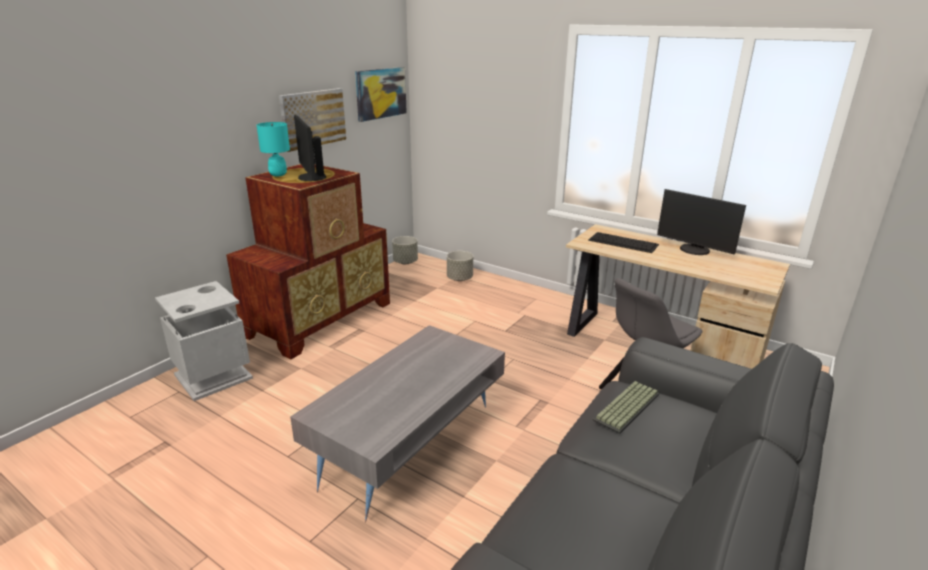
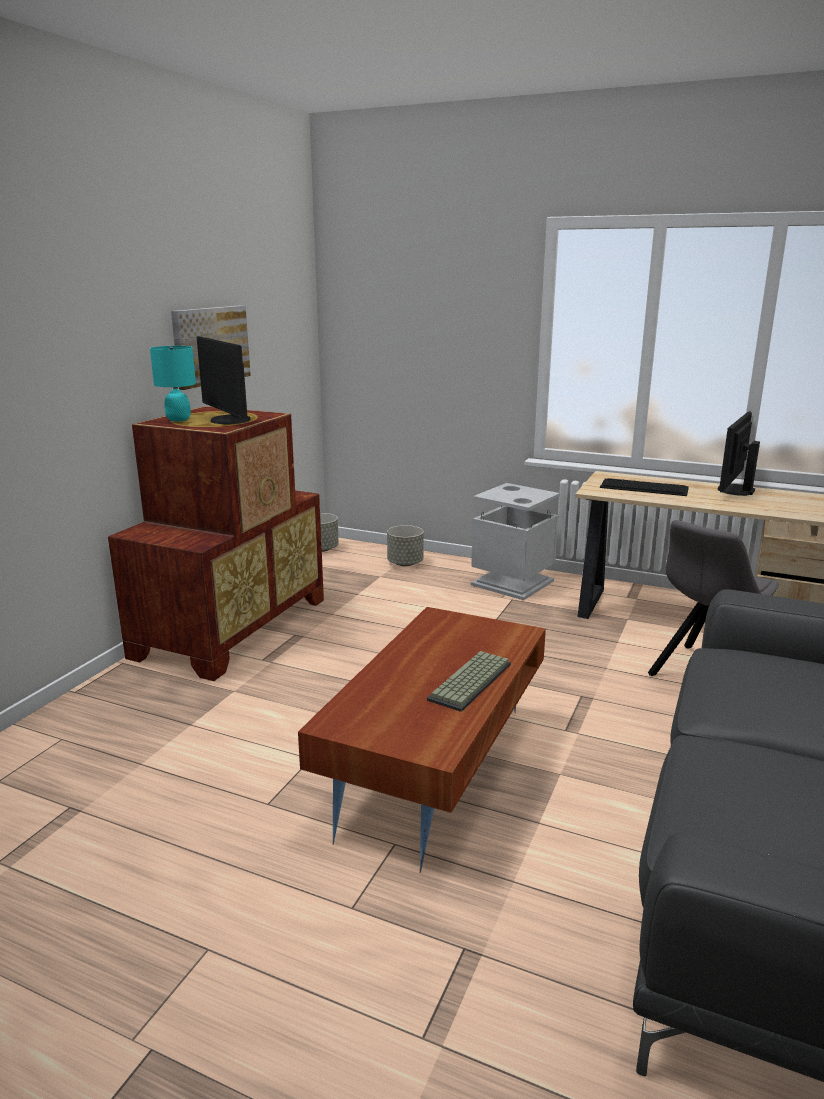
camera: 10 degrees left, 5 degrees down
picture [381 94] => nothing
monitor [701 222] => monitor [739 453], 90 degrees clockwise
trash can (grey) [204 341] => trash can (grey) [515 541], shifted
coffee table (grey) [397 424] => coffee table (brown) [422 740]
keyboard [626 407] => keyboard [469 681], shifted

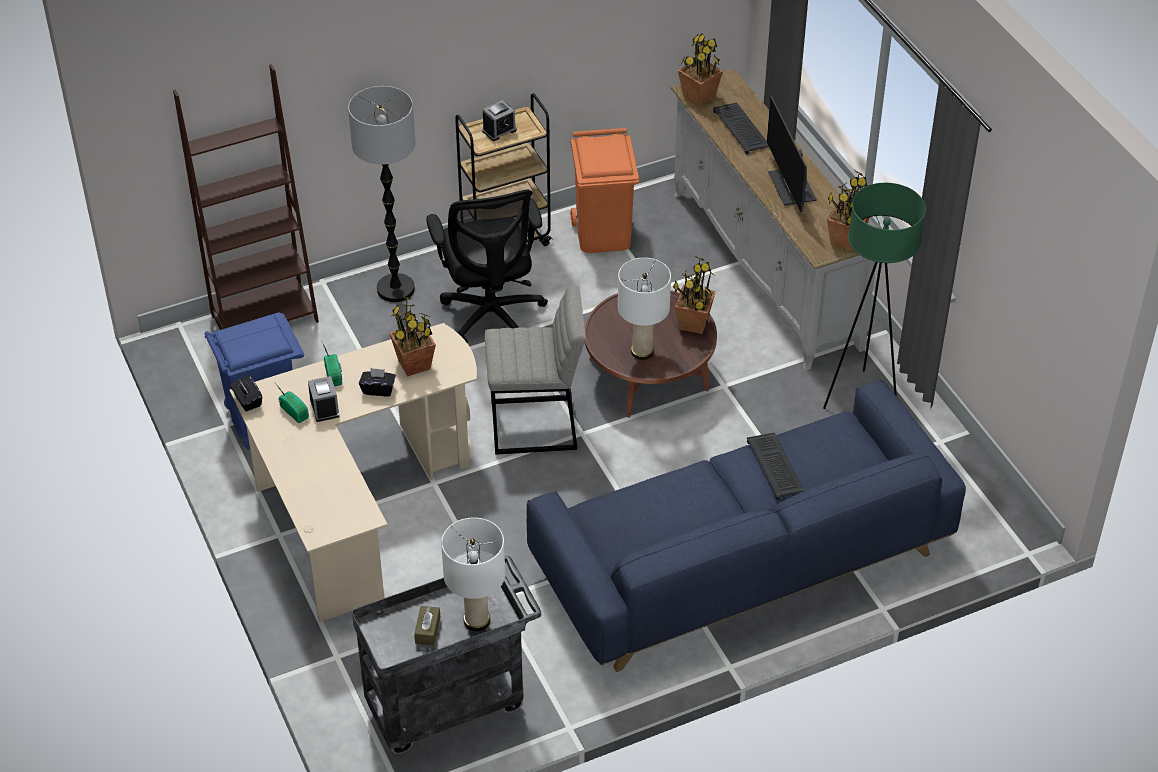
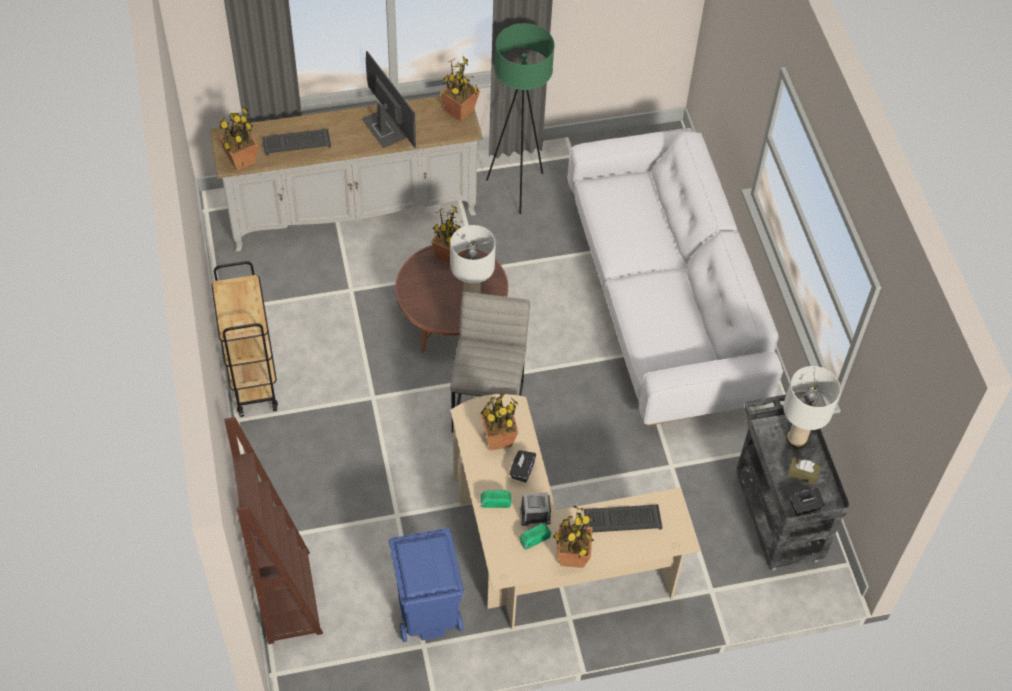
camera: 80 degrees left, 10 degrees up
floor lamp [381 194] => nothing
monitor [792 154] => monitor [389 99], 120 degrees counterclockwise
alarm clock [499 120] => nothing
trash can (orange) [604 190] => nothing
office chair (black) [487 266] => nothing
tissue box (black) [246 393] => tissue box (black) [807 502], shifted
sofa (blue) [746 526] => sofa (white) [675 277]
keyboard [776 466] => keyboard [623 518], shifted
nothing => potted plant [573 536]

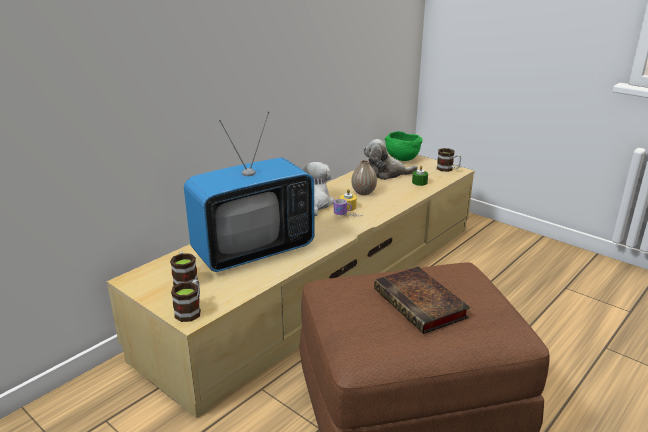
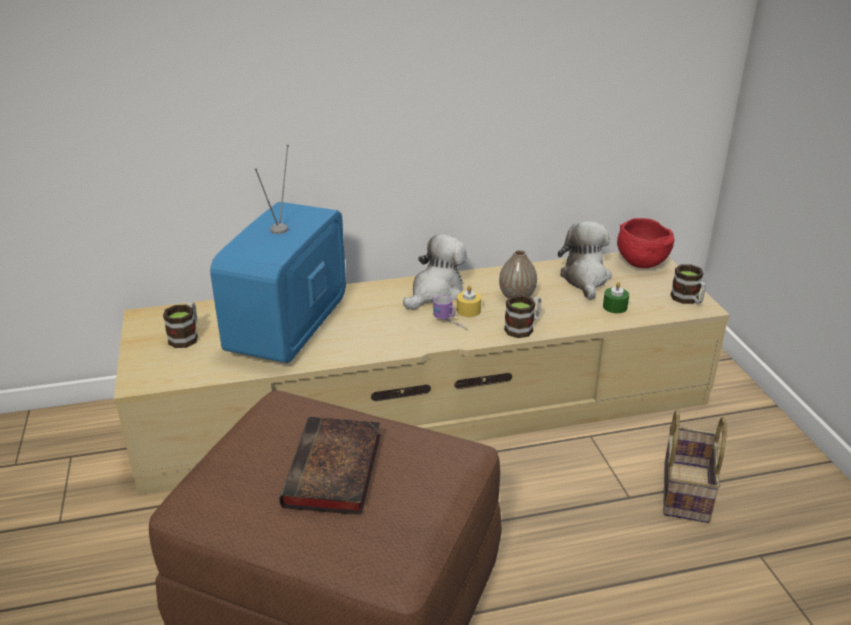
camera: 35 degrees right, 5 degrees up
television [249 192] => television [278 254], 105 degrees clockwise
bowl (green) [403 146] => bowl (red) [646 243]
plush toy [390 159] => plush toy [585 260], 60 degrees clockwise
mug [186 300] => mug [522 316], shifted
nothing => basket [695 466]

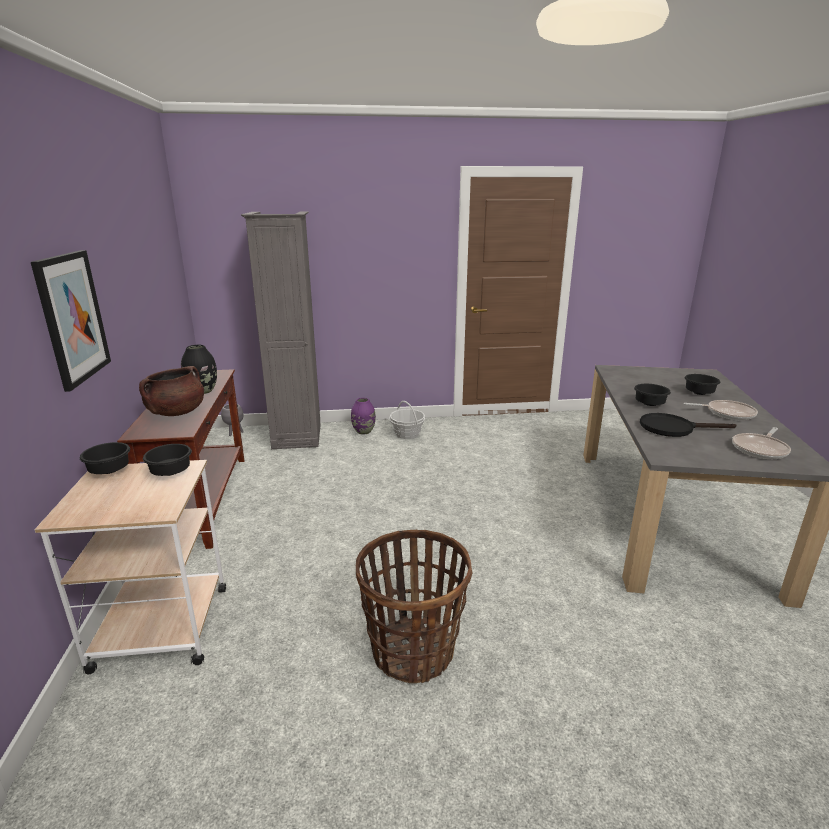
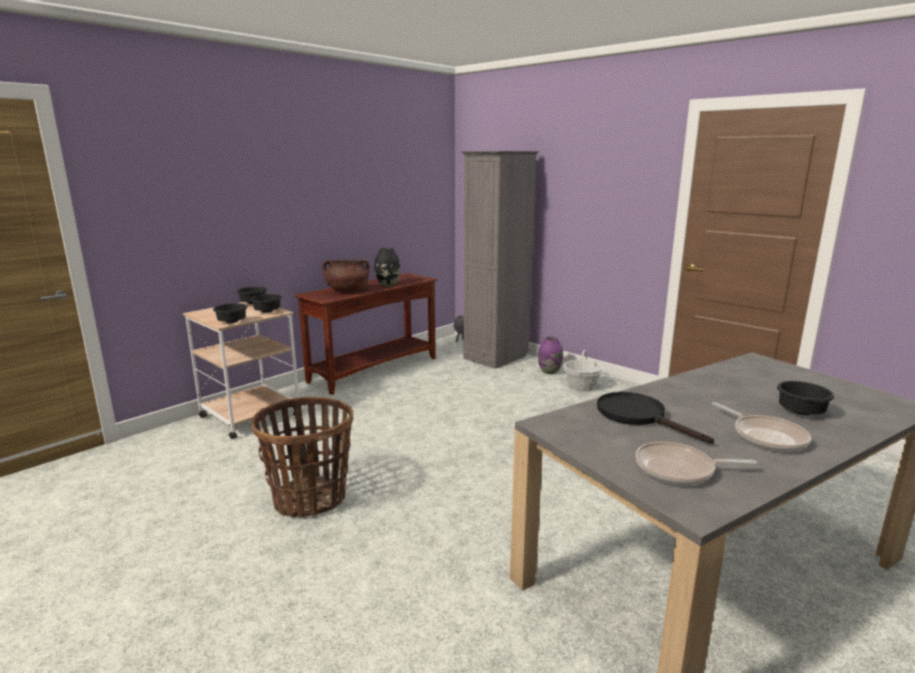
camera: 50 degrees right, 5 degrees down
picture [71 321] => nothing
bowl (black) [652 395] => bowl (black) [230 313], shifted

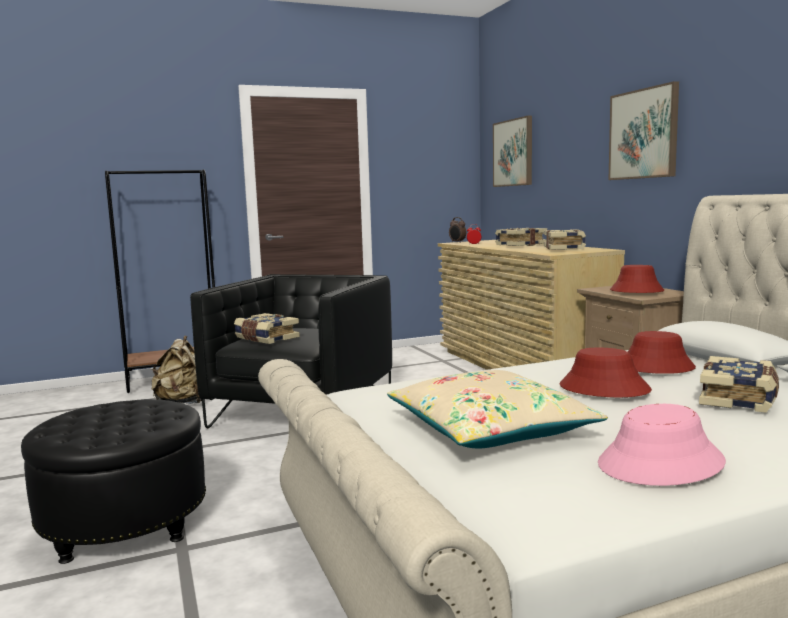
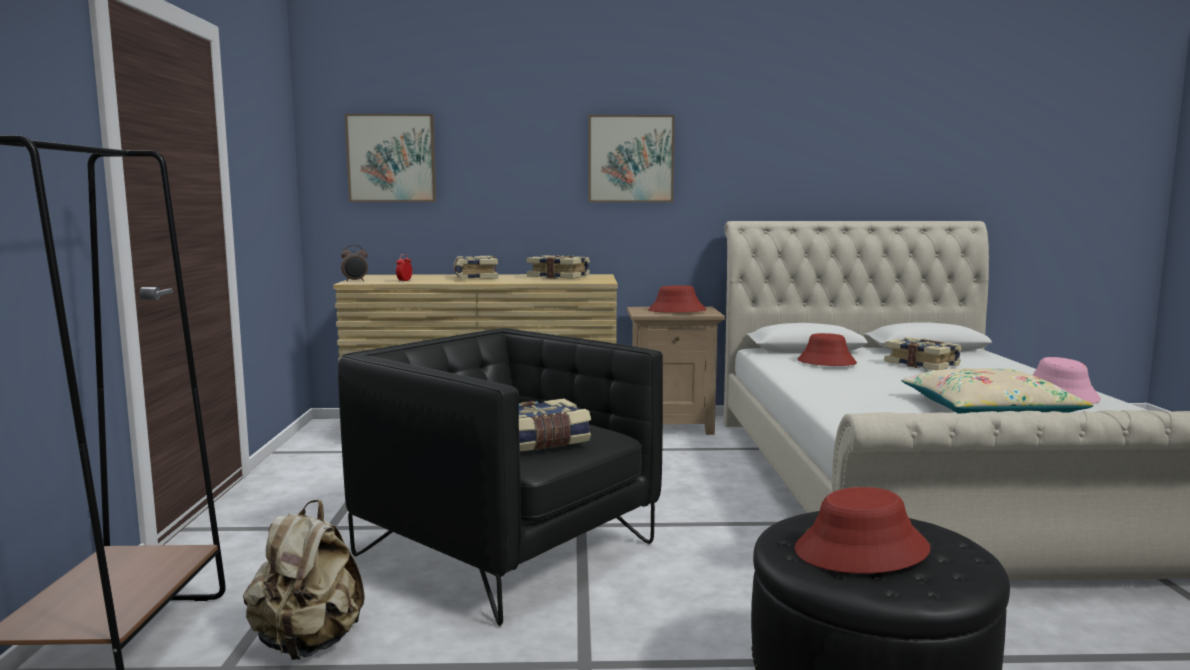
camera: 70 degrees left, 0 degrees up
hat (red) [606 372] => hat (red) [863 530], shifted

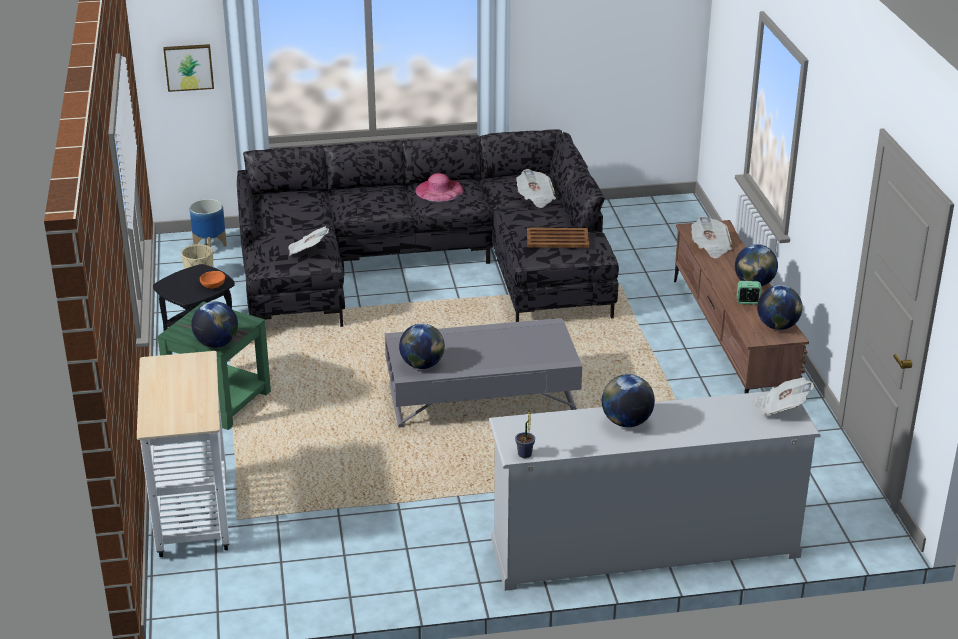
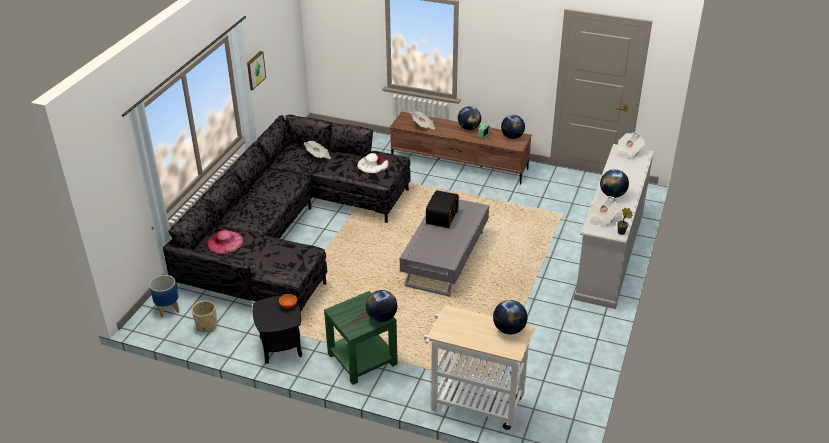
camera: 60 degrees left, 5 degrees up
picture [188 68] => picture [256 71], shifted
hat (pink) [440 187] => hat (pink) [225 241], shifted
newspaper [308 240] => newspaper [605 211], shifted
tray (brown) [558 238] => hat (white) [373 163]
globe [422 346] => globe [510 317], shifted
nothing => radio [442 209]

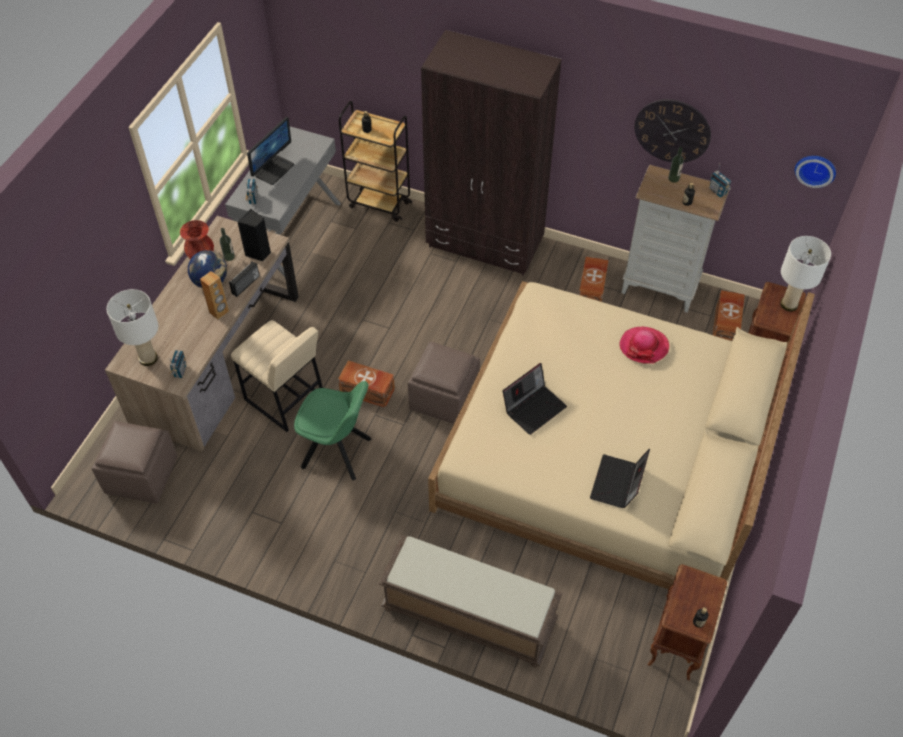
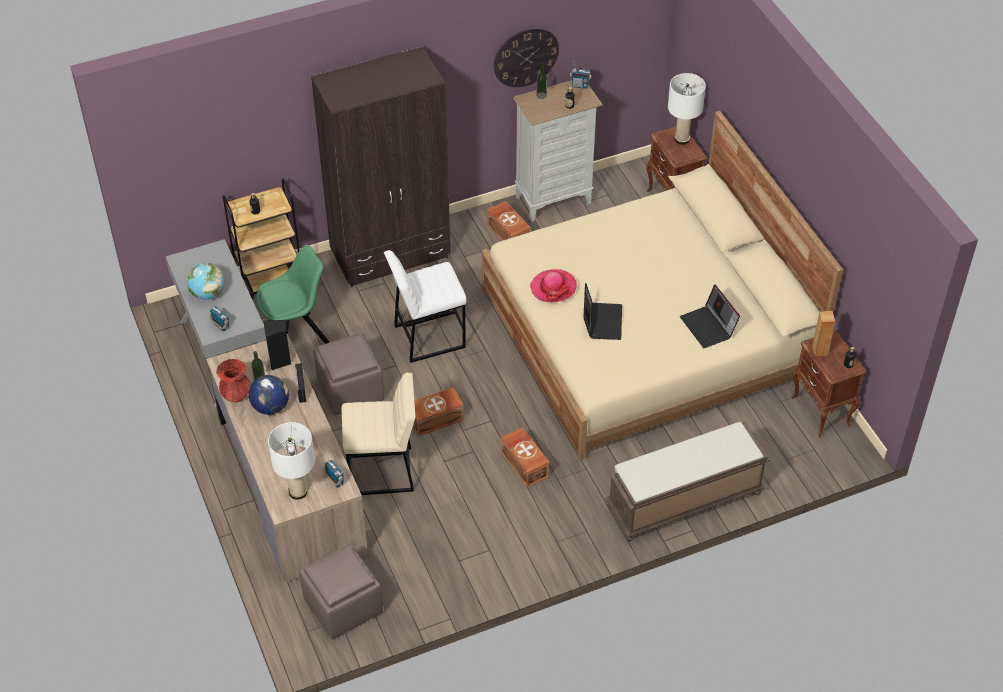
camera: 45 degrees left, 5 degrees down
monitor [270 151] => globe [205 281]
wall clock [815 172] => nothing
speaker (brown) [214 295] => speaker (brown) [823 333], shifted
storage box (brown) [729 315] => storage box (brown) [525 457], shifted
hat [644 345] => hat [553 285], shifted
ottoman (brown) [444 383] => ottoman (brown) [348 374], shifted
chair (green) [333 430] => chair (green) [292 294], shifted
nothing => chair (white) [425 306]

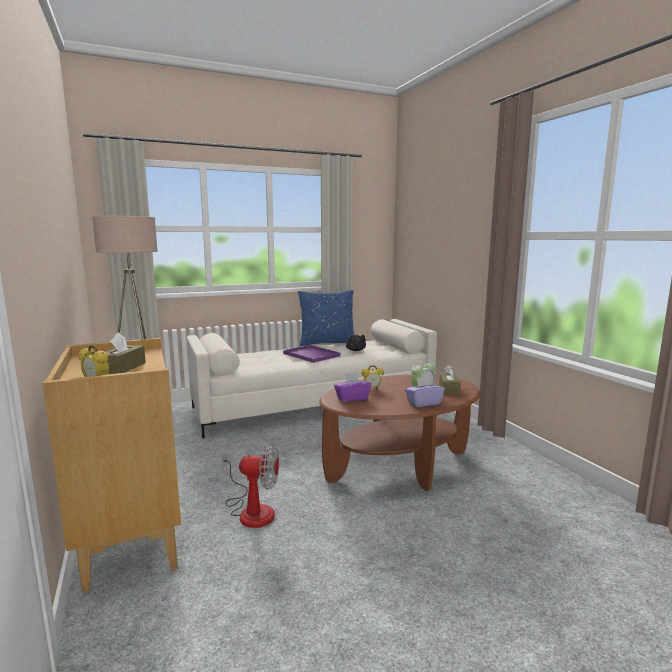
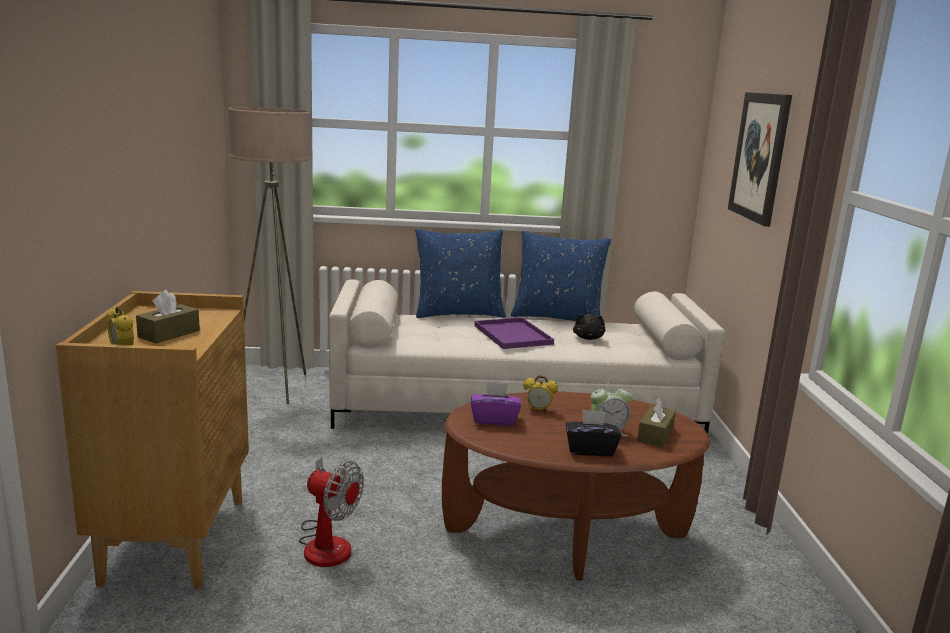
camera: 20 degrees right, 5 degrees up
tissue box (purple) [425 391] => tissue box (black) [593 433]
nothing => picture [760 159]
nothing => pillow (blue) [460 273]

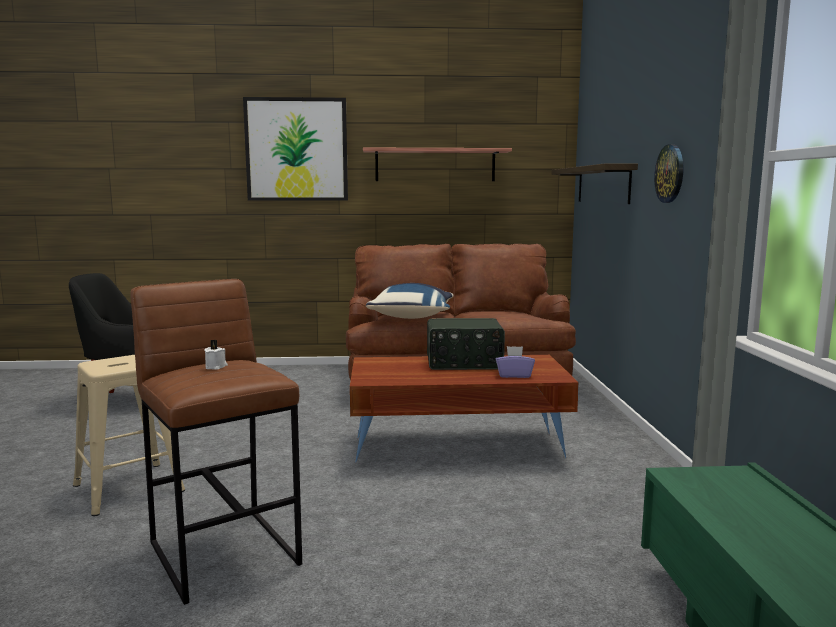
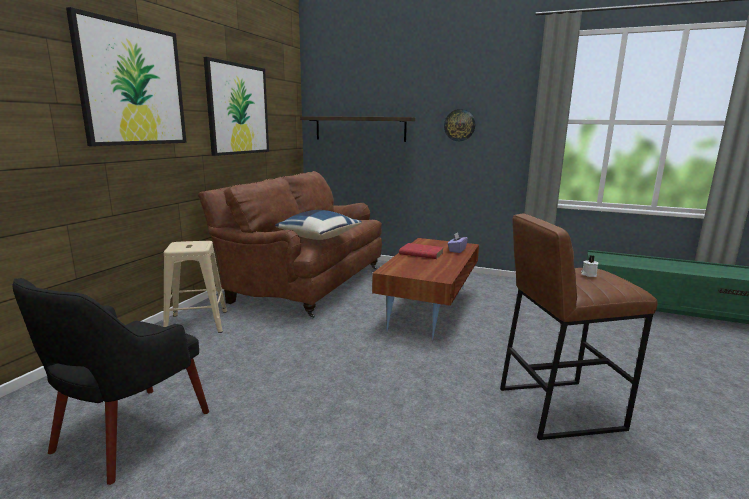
camera: 65 degrees left, 5 degrees up
shelf [437 164] => picture [236 106]
radio [466 344] => book (red) [421 251]
stool (beige) [129 435] => stool (beige) [195 287], shifted

